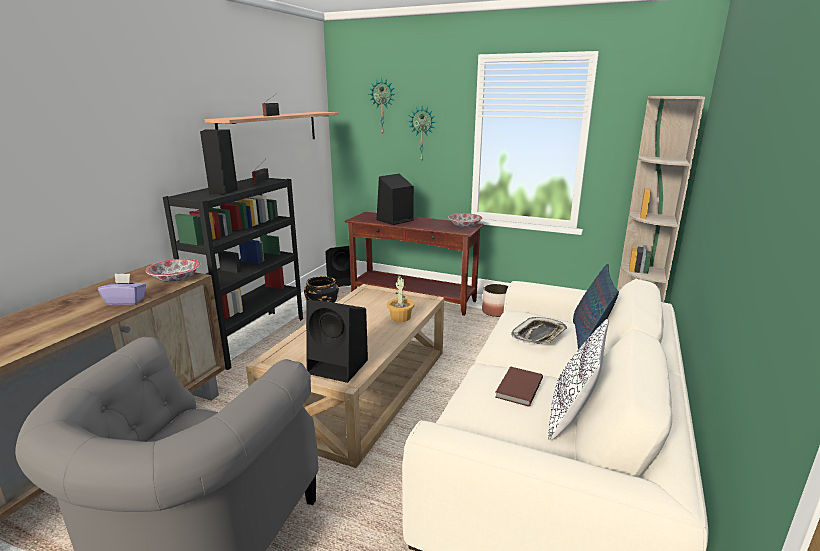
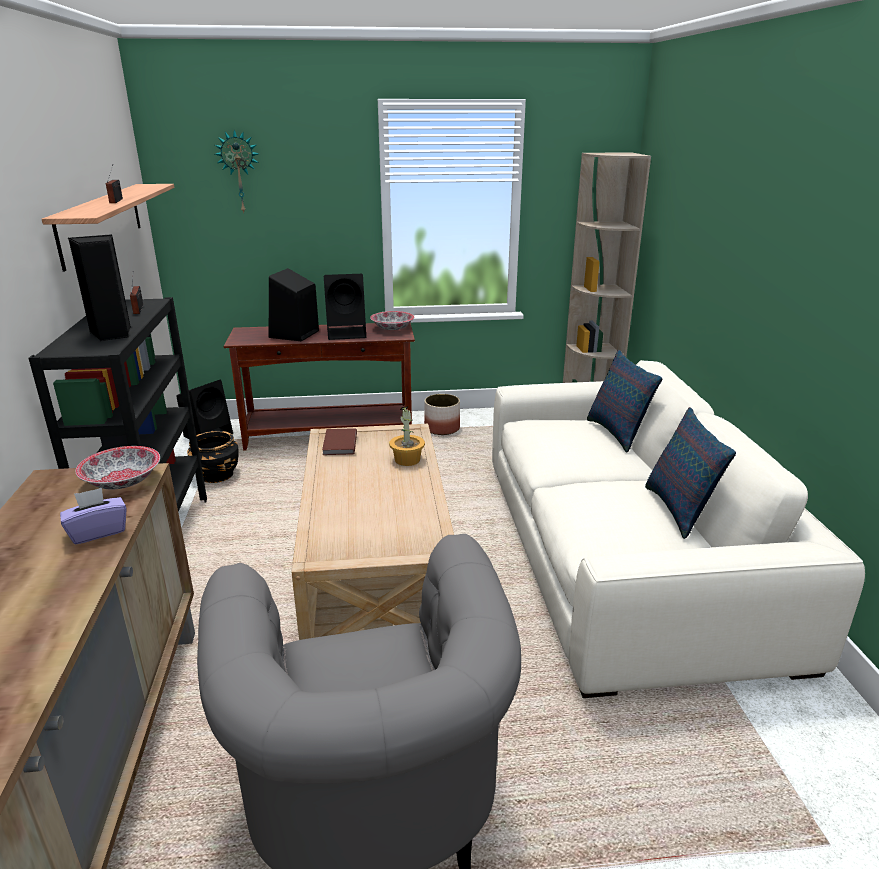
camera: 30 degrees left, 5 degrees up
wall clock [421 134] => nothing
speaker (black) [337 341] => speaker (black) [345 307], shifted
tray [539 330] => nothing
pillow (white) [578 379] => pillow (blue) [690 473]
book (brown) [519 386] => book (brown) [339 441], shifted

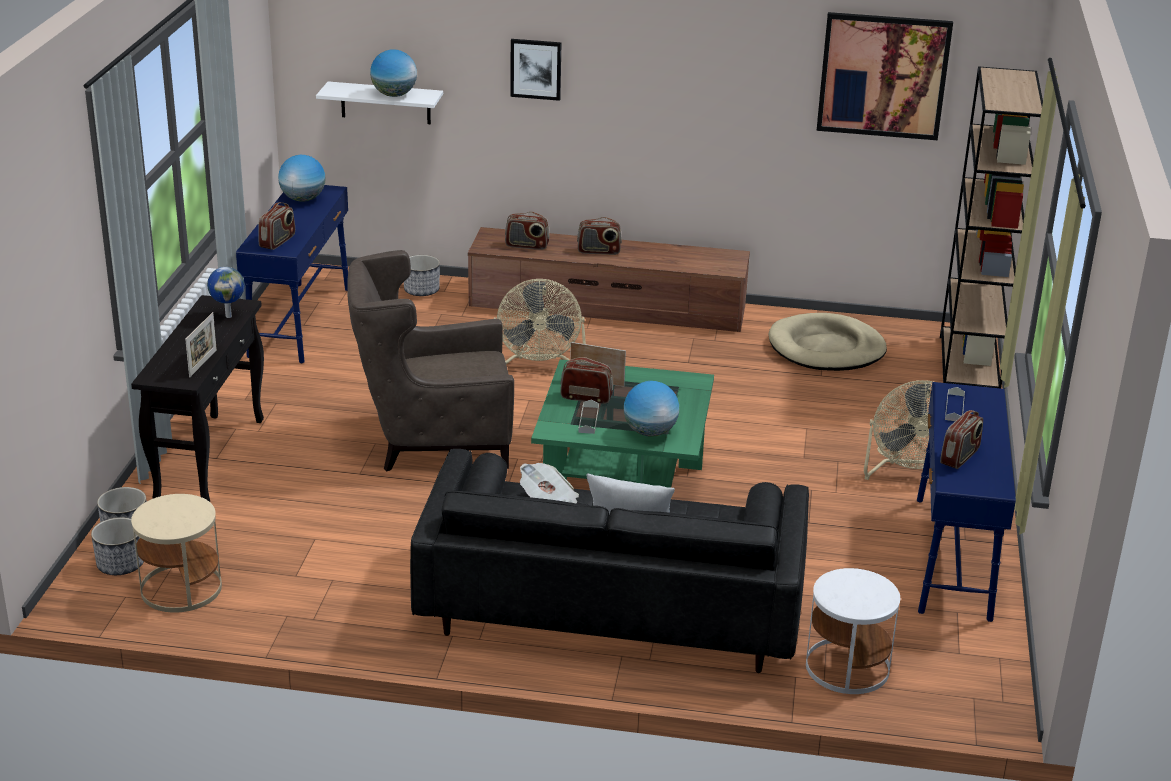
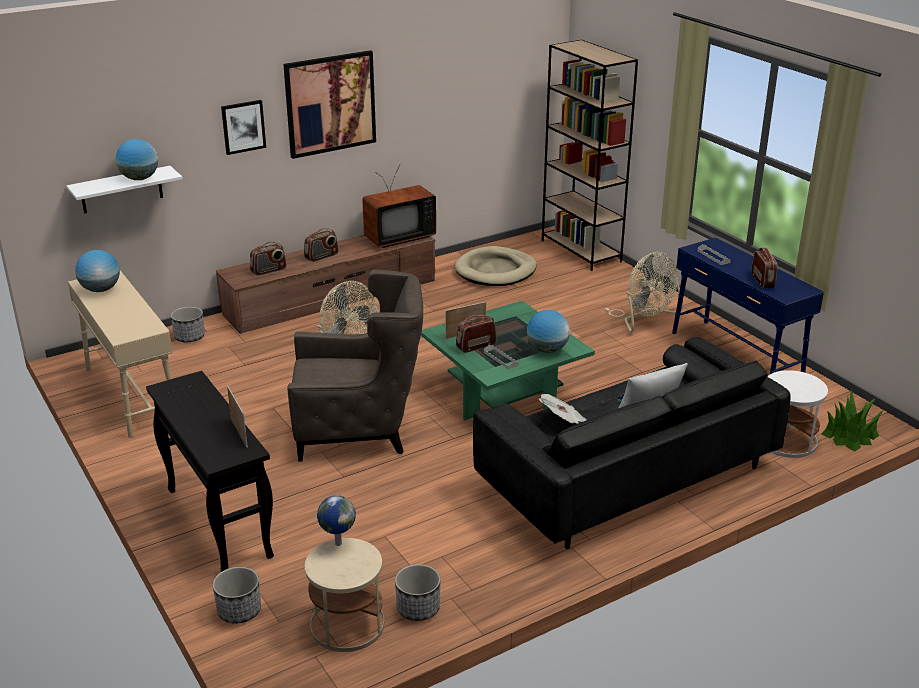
camera: 40 degrees left, 0 degrees up
picture [884 76] => picture [329 104], shifted
console table (blue) [292 274] => console table (beige) [120 354]
radio [276 226] => nothing
armchair (grey) [430 360] => armchair (grey) [355 365], 135 degrees counterclockwise
globe [226 292] => globe [336 520], shifted
planter [117 546] => planter [418 592], shifted
nothing => television [399 206]
nothing => potted plant [852 421]

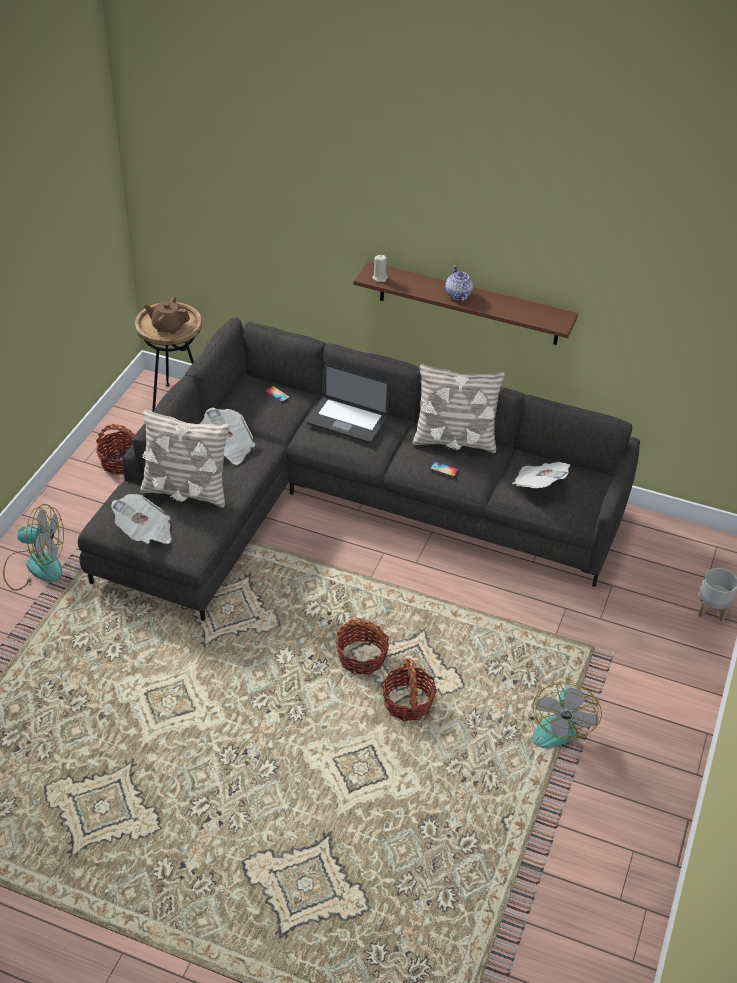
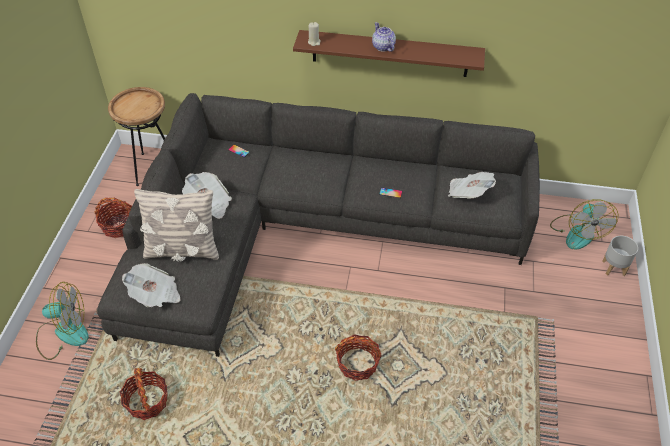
camera: 10 degrees left, 5 degrees up
teapot (brown) [167 315] => nothing
laptop [348 403] => nothing
pillow (beige) [459 408] => nothing
basket [409 689] => basket [144 394], shifted
fan [565 715] => fan [584 224], shifted

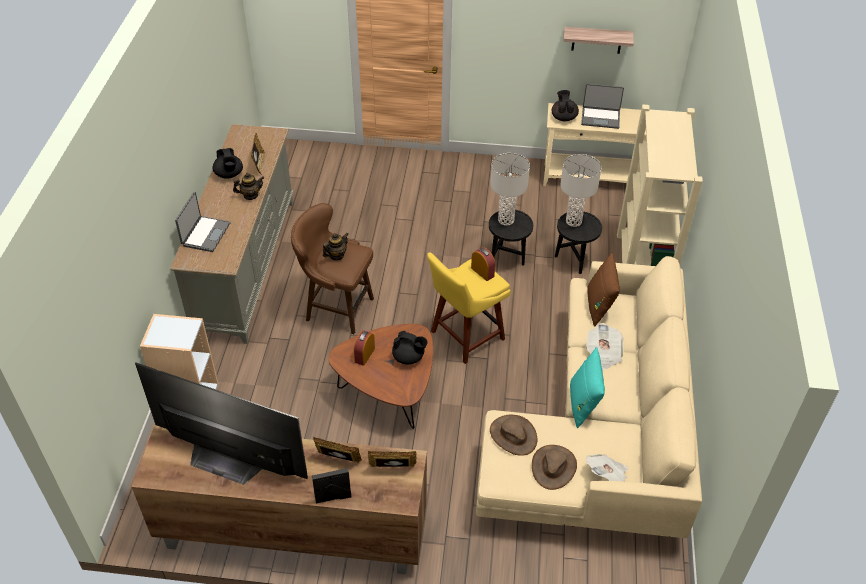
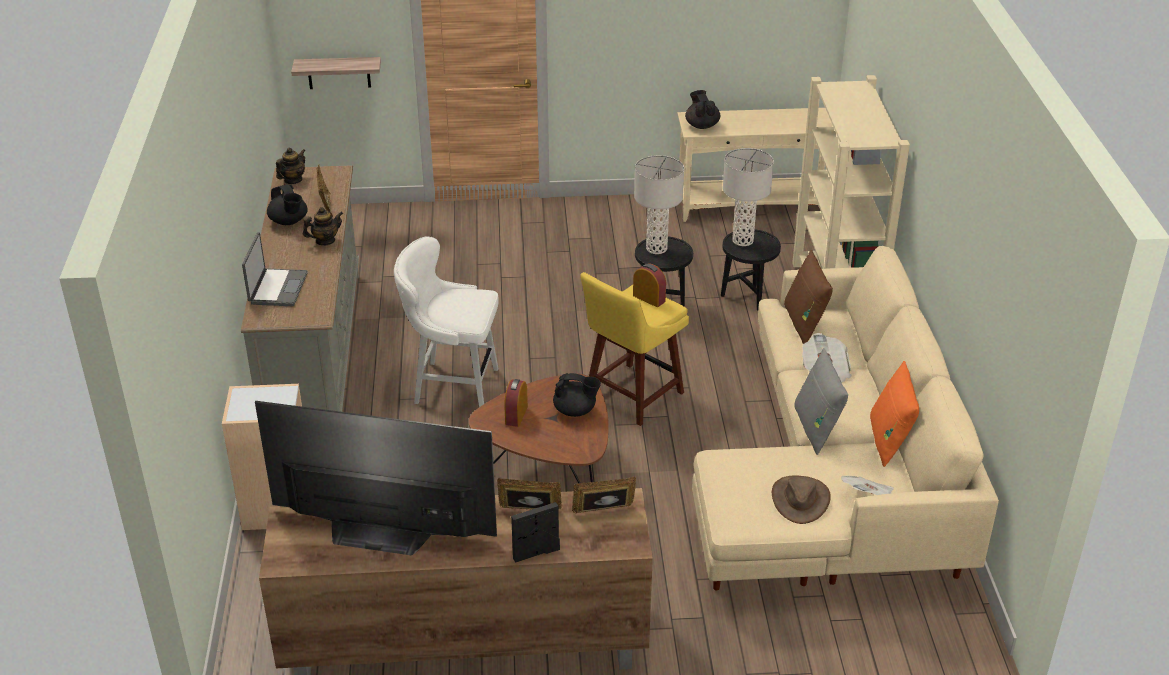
camera: 10 degrees left, 10 degrees down
shelf [598 40] => shelf [336 73], shifted
laptop [602 106] => nothing
stool (brown) [332 268] => stool (white) [446 321]
teapot [335 246] => teapot [290 166], shifted
pillow (turquoise) [587 387] => pillow (grey) [821 401]
hat (brown) [513 435] => nothing
nothing => pillow (orange) [894 414]

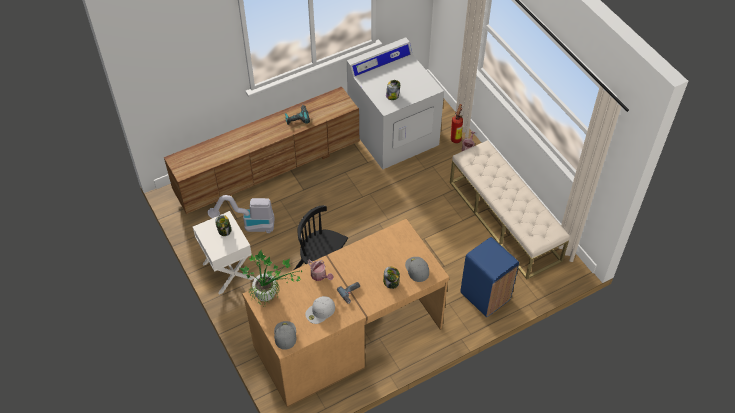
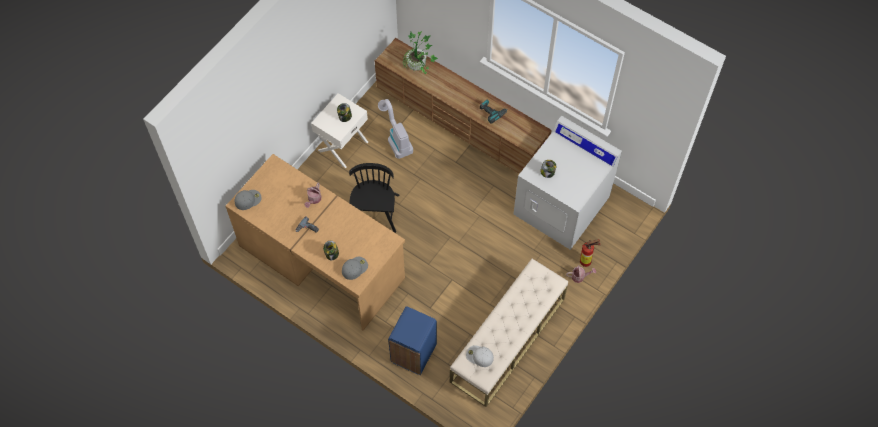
camera: 65 degrees right, 10 degrees up
potted plant [271 277] => potted plant [420 52], shifted
cap (white) [320 310] => cap (white) [480 356], shifted

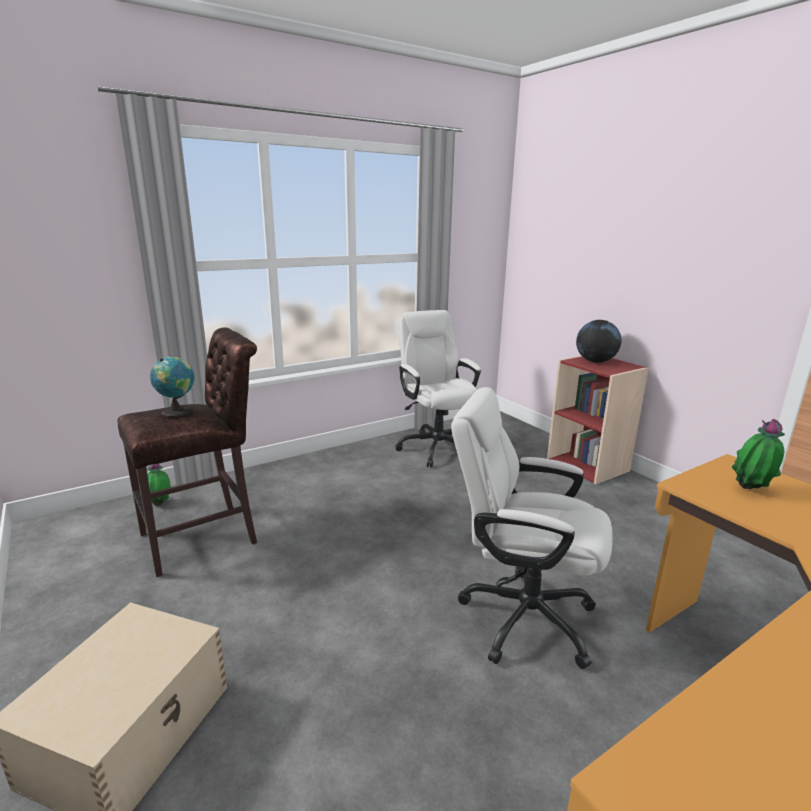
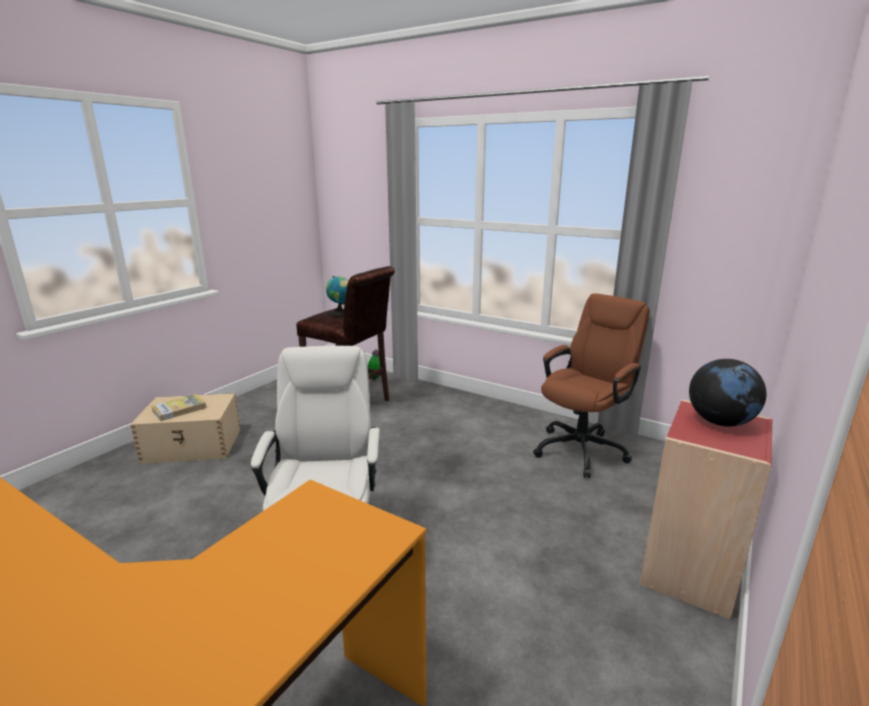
camera: 65 degrees right, 0 degrees up
office chair (white) [438 389] => office chair (brown) [591 385]
potted plant [758 454] => nothing
nothing => book [178 407]

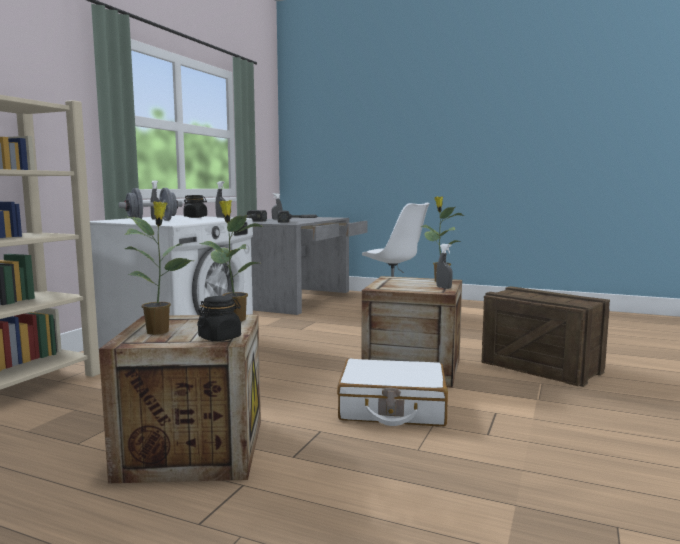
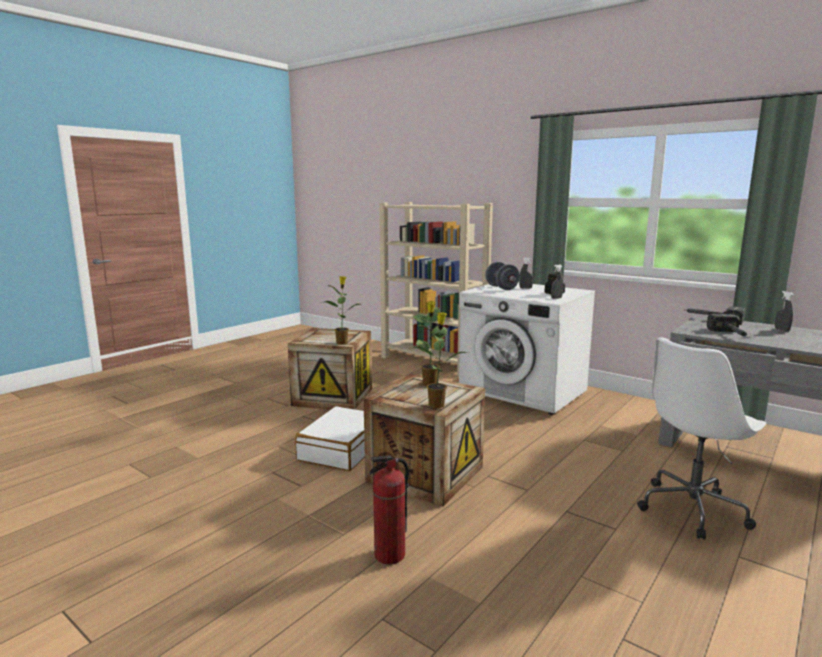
camera: 105 degrees right, 5 degrees up
potted plant [158 268] => potted plant [430 343], shifted
spray bottle (grey) [444 266] => nothing
crate [545 336] => fire extinguisher [389 510]
jar (black) [219 318] => nothing

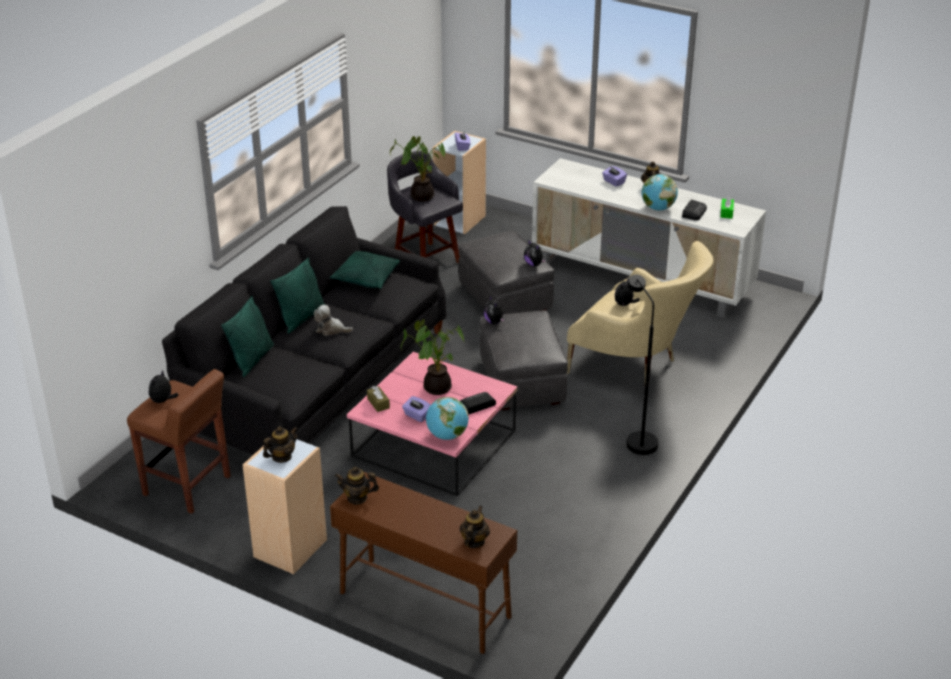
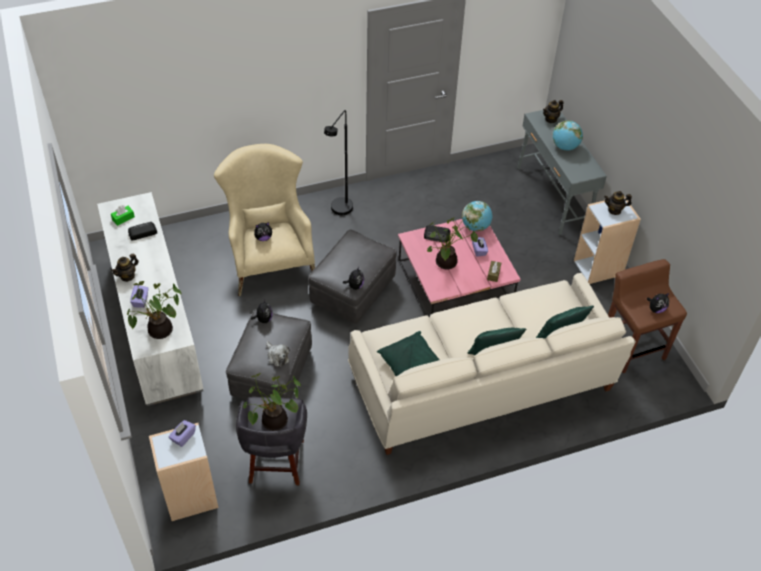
camera: 140 degrees left, 15 degrees up
globe [660 192] => globe [568 135], shifted
sofa (black) [304 330] => sofa (beige) [492 364]
plush toy [333 320] => plush toy [278 354], shifted
teapot [357 485] => nothing
console table (brown) [423 563] => console table (grey) [562 172]
nothing => potted plant [154 310]

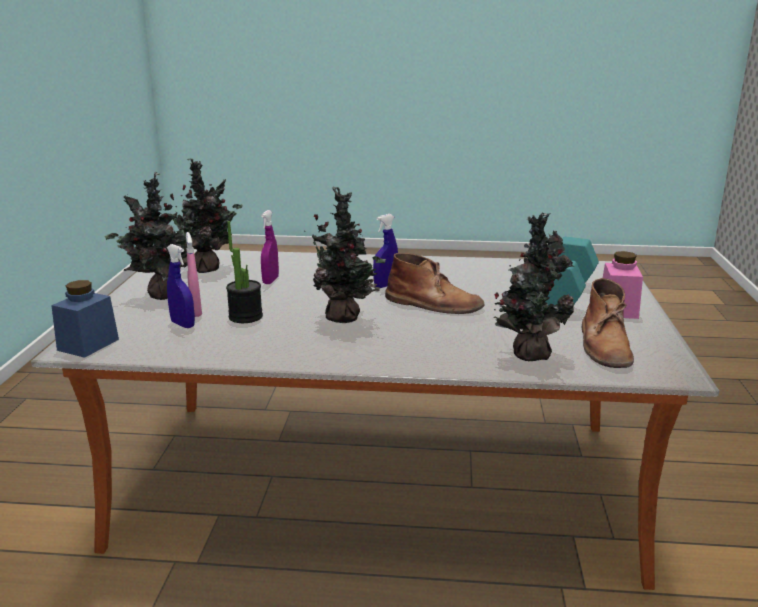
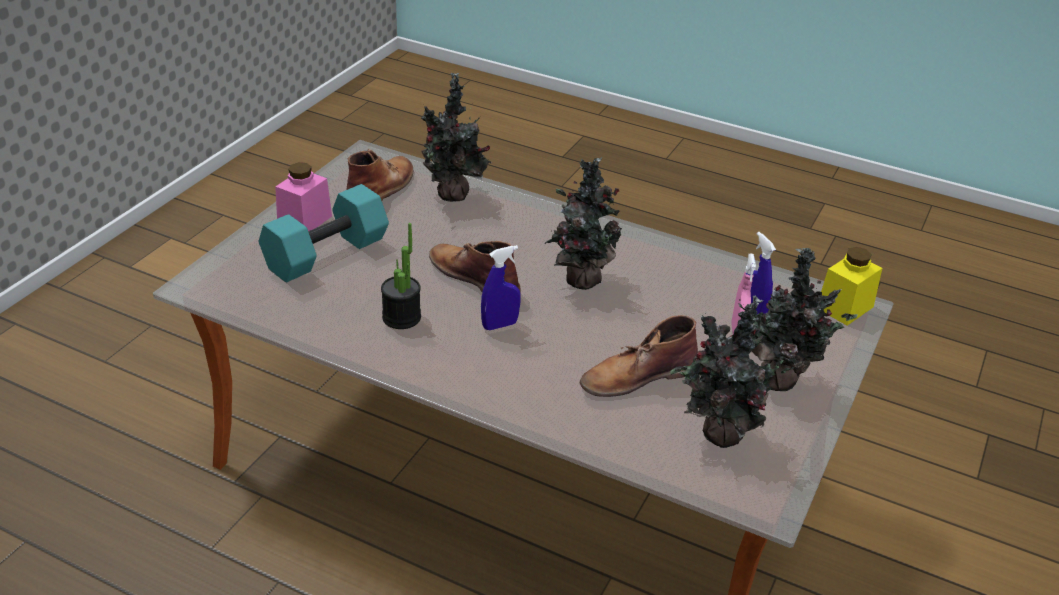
camera: 160 degrees left, 15 degrees up
spray bottle (purple) [270 247] => boot (brown) [639 356]
potted plant [244 272] => potted plant [401 276], shifted
jar (blue) [85 319] => jar (yellow) [851 286]

